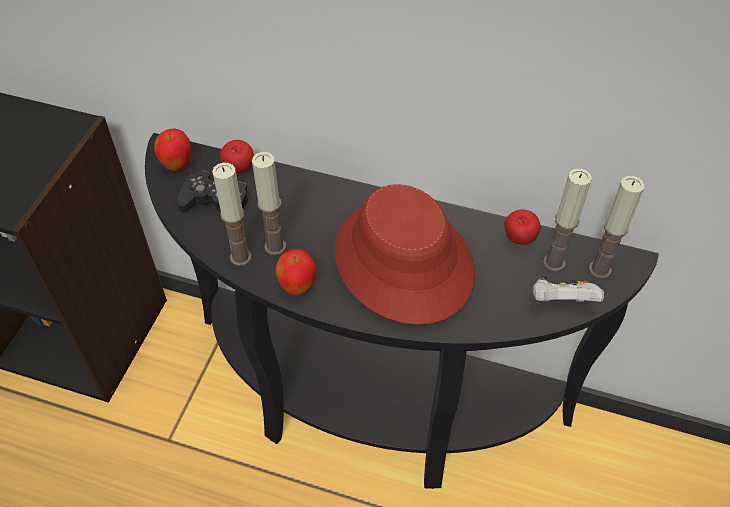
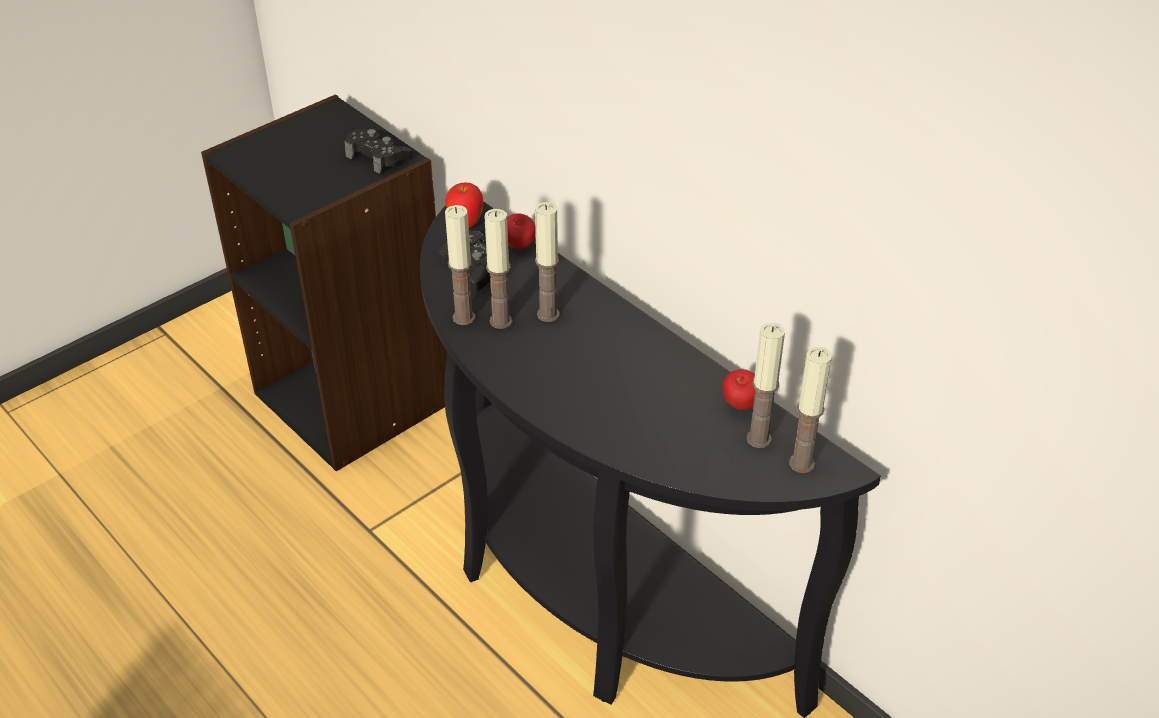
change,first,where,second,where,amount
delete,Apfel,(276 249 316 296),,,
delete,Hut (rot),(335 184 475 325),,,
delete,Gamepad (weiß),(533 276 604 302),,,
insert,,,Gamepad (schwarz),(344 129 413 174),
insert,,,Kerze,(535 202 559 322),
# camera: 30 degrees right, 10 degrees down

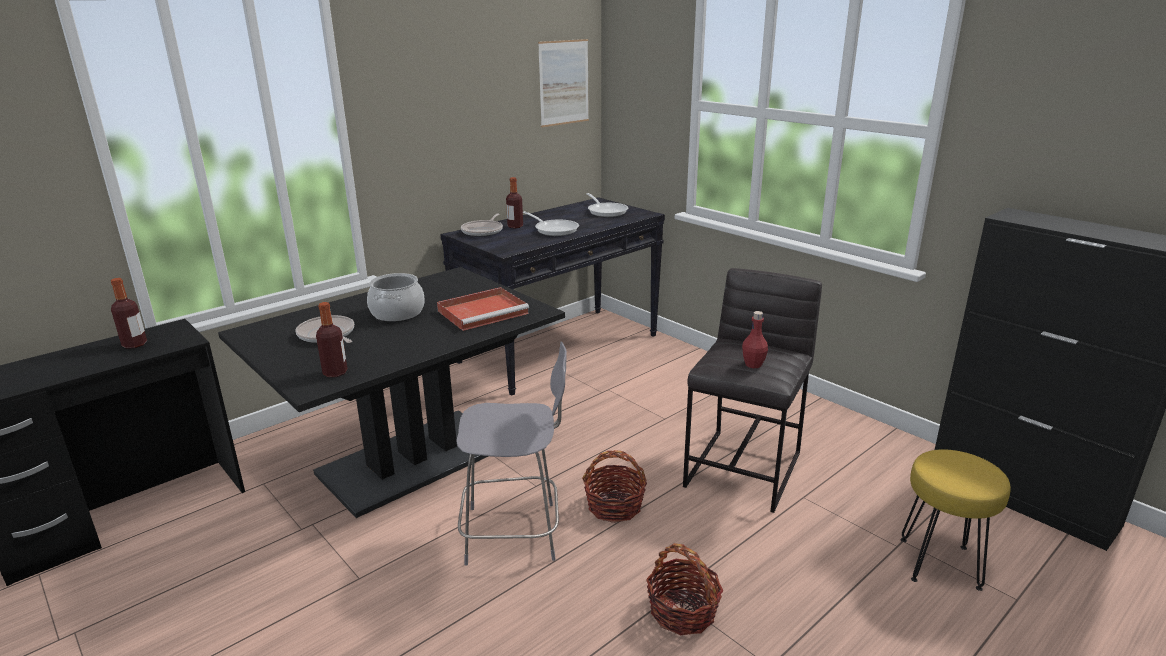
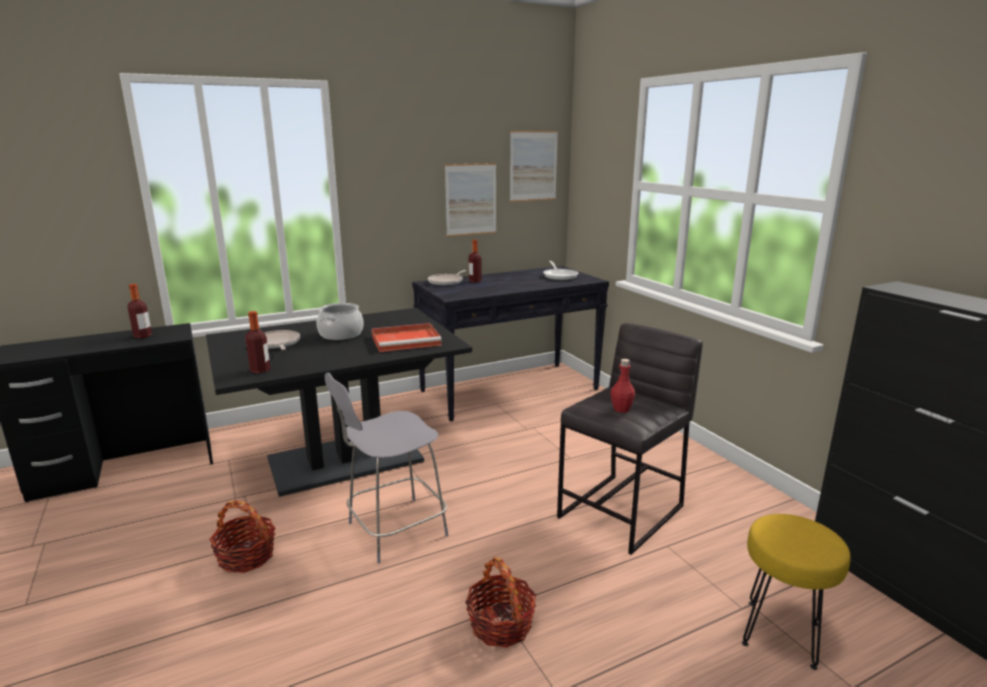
change,first,where,second,where,amount
delete,Pfanne,(523 211 579 236),,,
insert,,,Bild,(445 163 496 237),
move,Korb,(582 450 647 523),,(210 500 276 573),
rotate,Stuhl (grau),(456 341 567 566),,(325 372 448 563),135 degrees clockwise
# camera: 15 degrees right, 5 degrees down

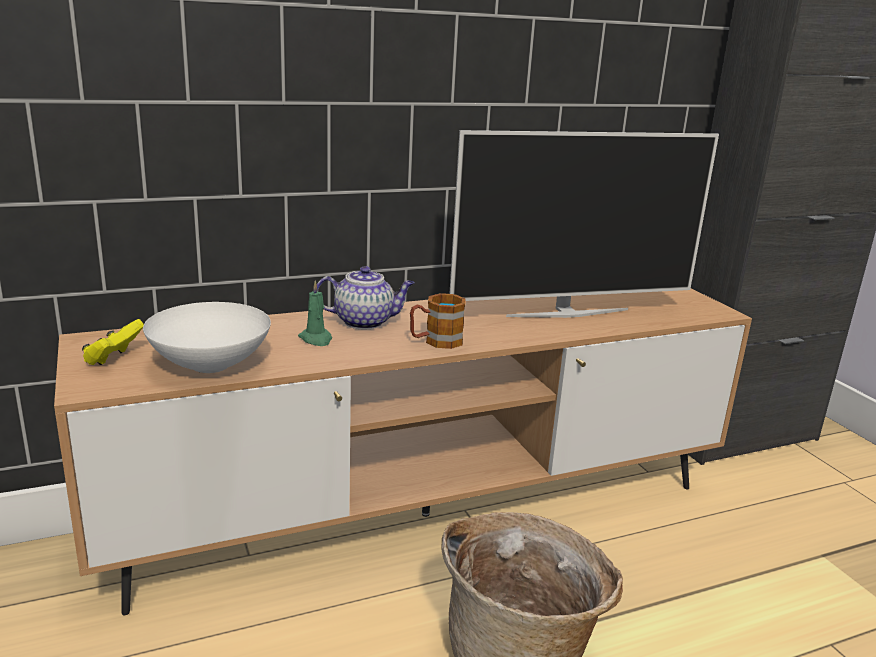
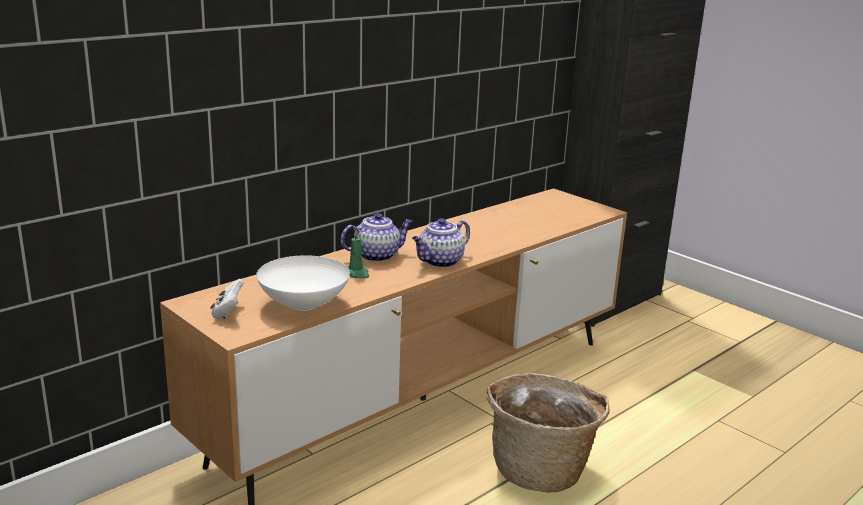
change,first,where,second,where,amount
delete,Fernseher,(449 130 719 318),,,
replace,Henkelbecher,(410 293 466 349),Teekanne,(412 218 470 268),
recolor,Gamepad (gelb),(82 319 144 365),Gamepad (weiß),(210 279 244 319),
# camera: 20 degrees left, 0 degrees up

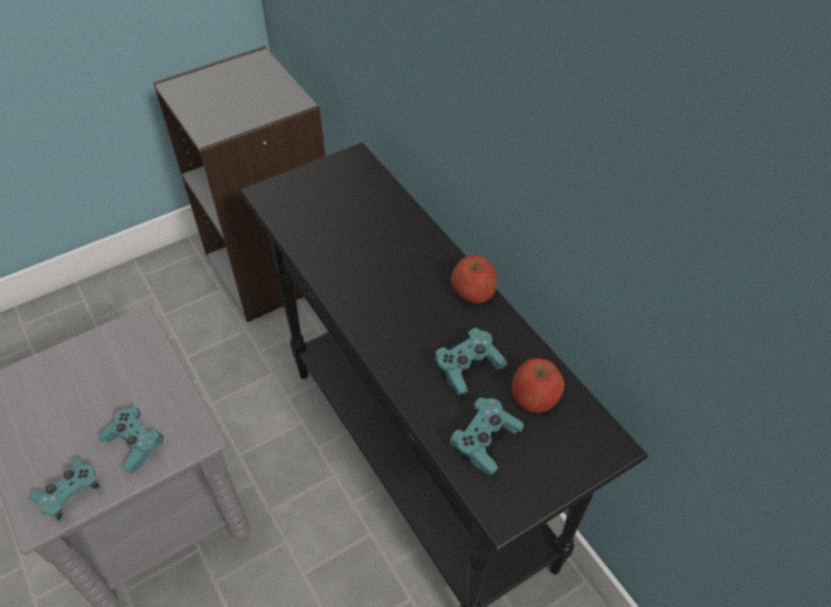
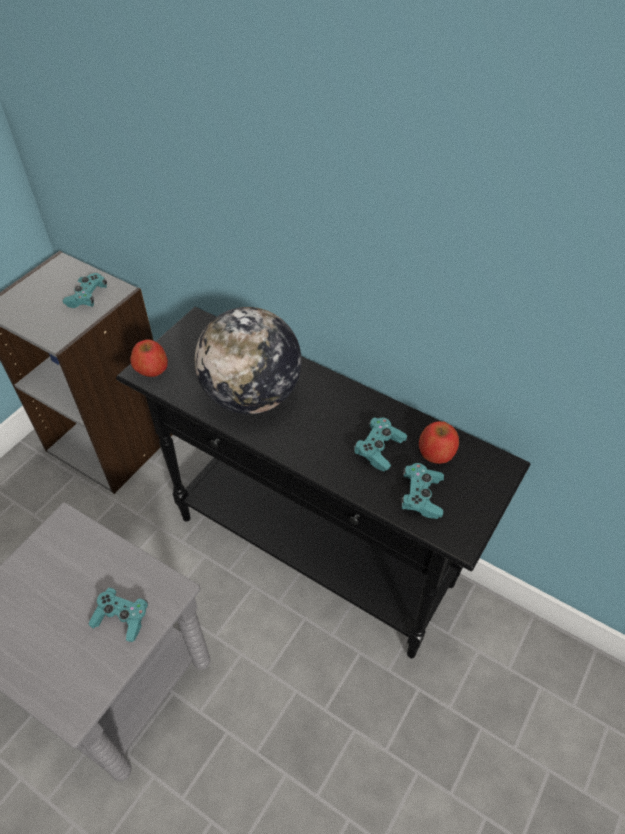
change,first,where,second,where,amount
insert,,,Globus,(195 307 302 414),
move,Gamepad (türkis),(29 457 100 522),,(63 273 107 308),
move,Apfel,(451 255 497 303),,(130 339 168 377),
# camera: 25 degrees left, 0 degrees up

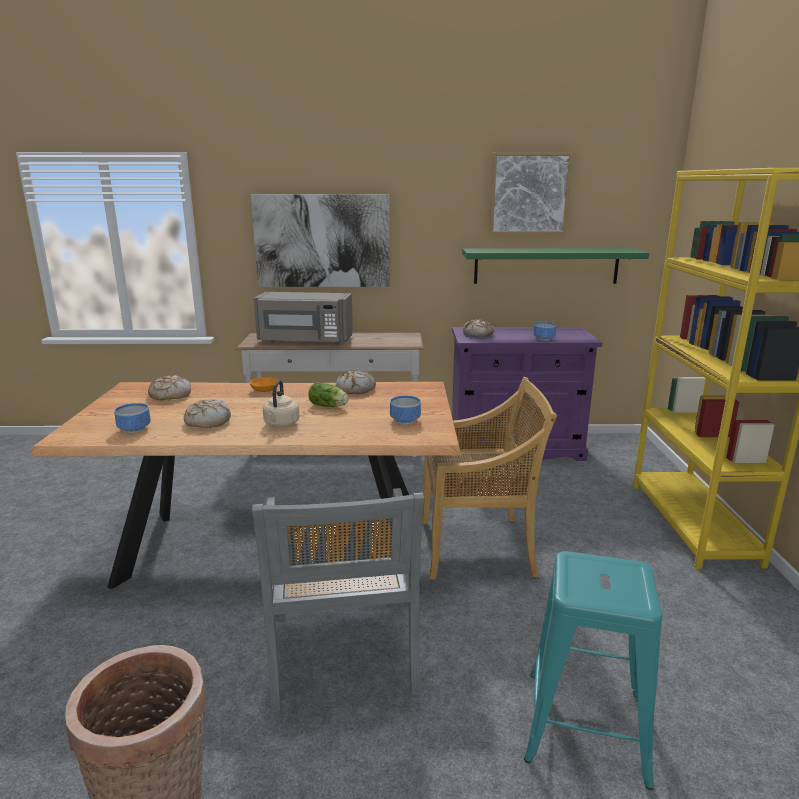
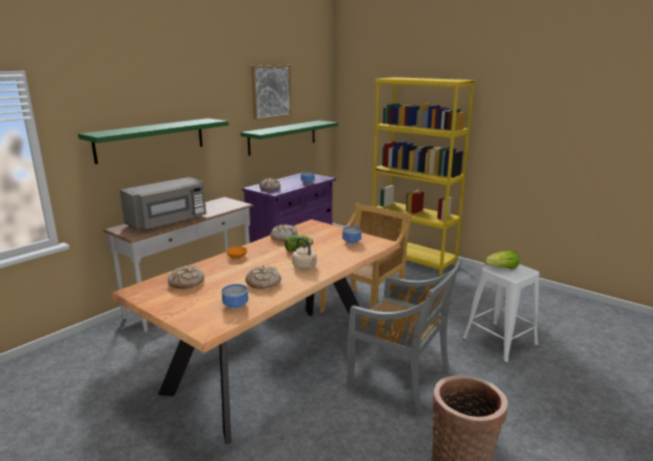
change,first,where,second,where,amount
insert,,,Salatkopf,(485 250 519 269),
replace,Bild,(251 194 390 287),Wandregal (grün),(78 118 229 164),
recolor,Hocker (türkis),(524 551 663 790),Hocker (weiß),(462 264 539 363),
# camera: 50 degrees left, 0 degrees up

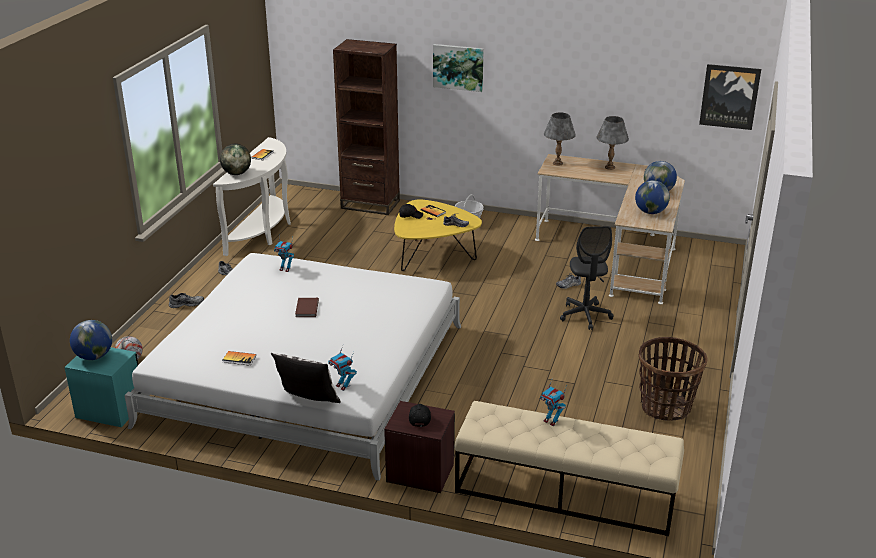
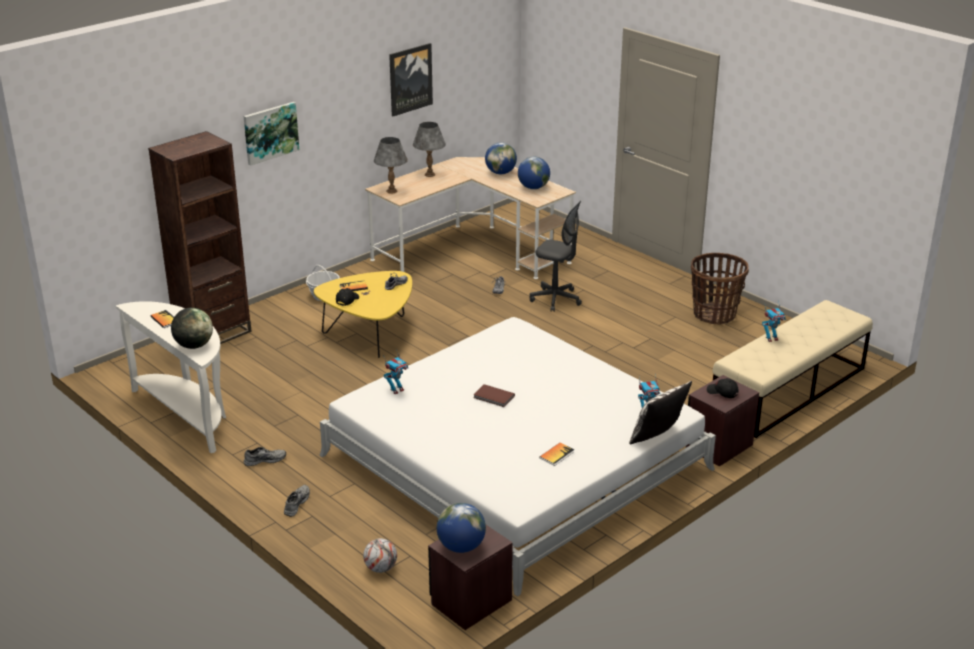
change,first,where,second,where,amount
move,Bild,(699 64 761 130),,(389 43 433 116),
recolor,Nachttisch (türkis),(64 347 138 427),Nachttisch (braun),(428 525 513 630),
# camera: 60 degrees left, 0 degrees up

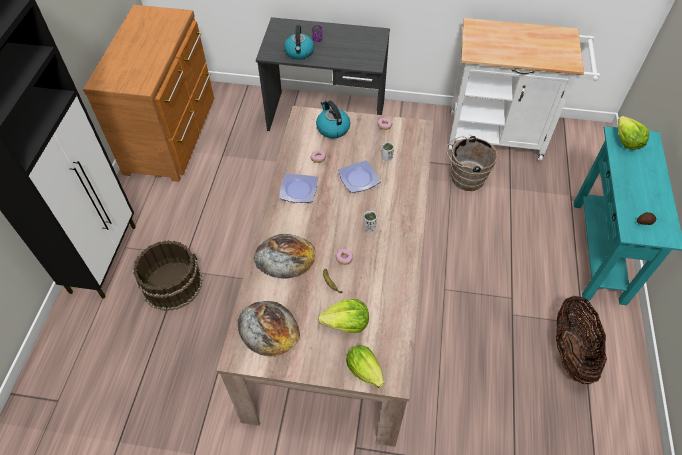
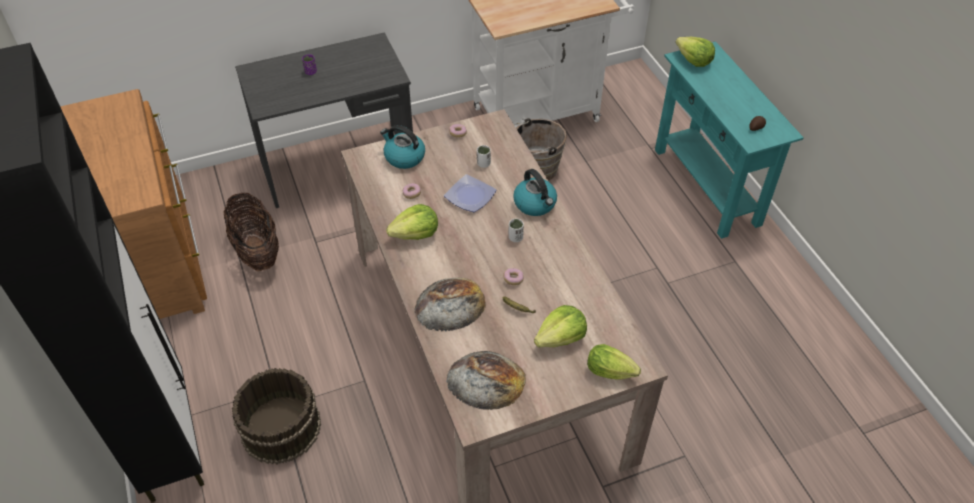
change,first,where,second,where,amount
move,Wasserkessel,(284 25 314 60),,(513 169 557 216),
move,Korb,(556 296 607 384),,(223 193 279 271),
replace,Teller,(279 173 317 203),Salatkopf,(386 204 438 240),
# camera: 30 degrees left, 5 degrees down

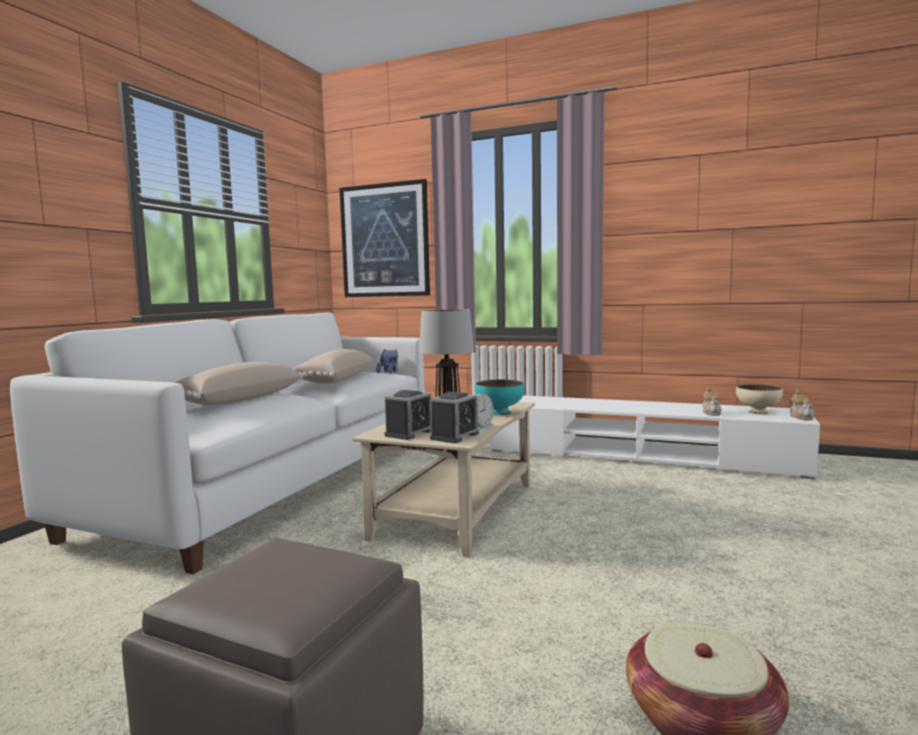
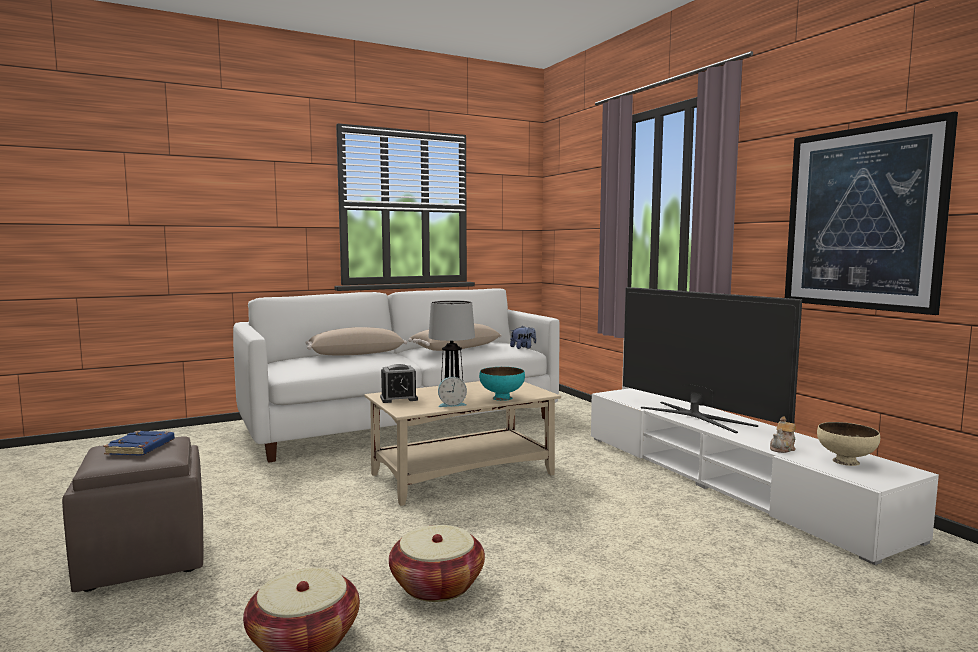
change,first,where,second,where,amount
delete,Wecker,(430 392 479 443),,,
delete,Teekanne,(790 390 814 420),,,
insert,,,Buch (blau),(103 431 175 456),
insert,,,Korb,(389 525 485 602),
insert,,,Fernseher,(623 287 802 433),
move,Bild,(339 179 430 297),,(785 111 958 315),
# camera: 40 degrees right, 0 degrees up

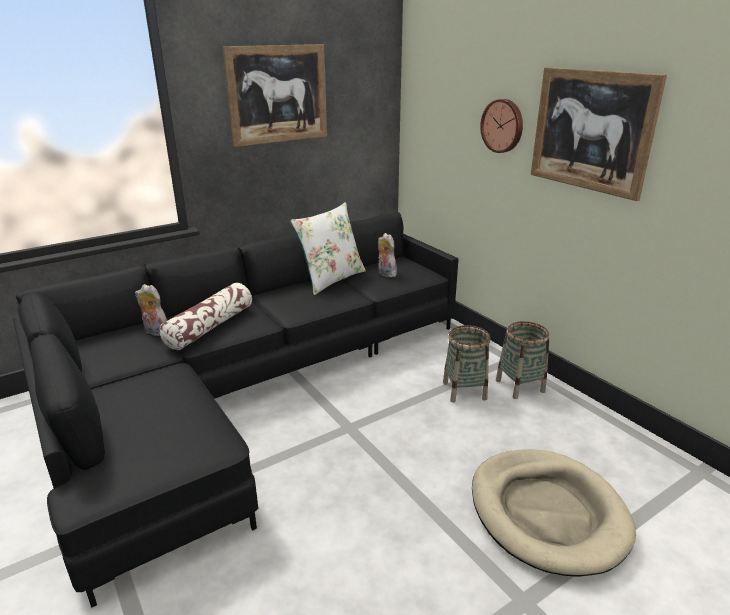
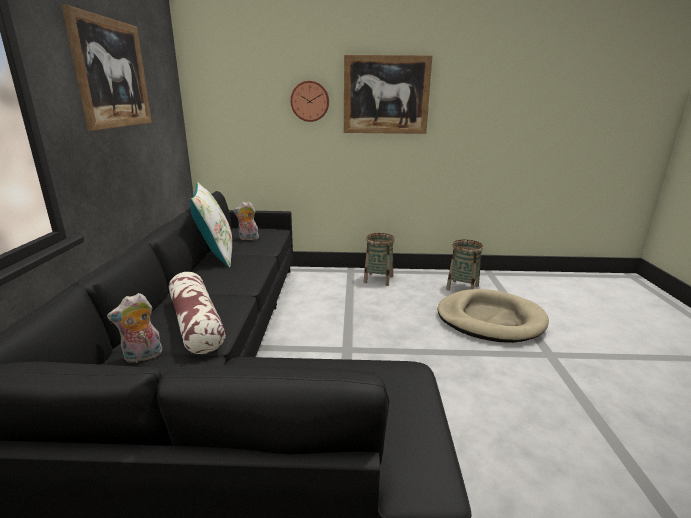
change,first,where,second,where,amount
move,Korb,(443 325 491 403),,(446 239 483 290),
# camera: 55 degrees left, 5 degrees down

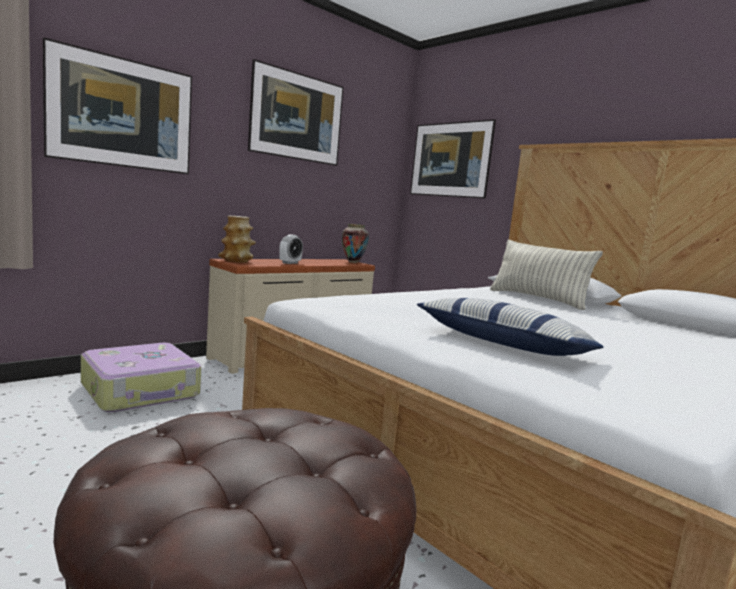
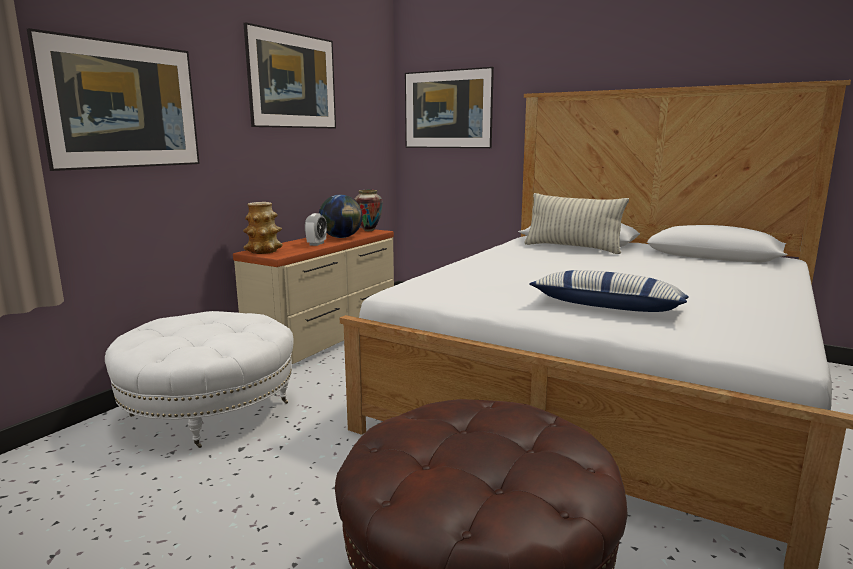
change,first,where,second,where,amount
insert,,,Globus,(319 195 362 238),
replace,Koffer,(81 343 201 412),Polsterhocker (weiß),(105 311 294 448),
# camera: 15 degrees left, 5 degrees up

